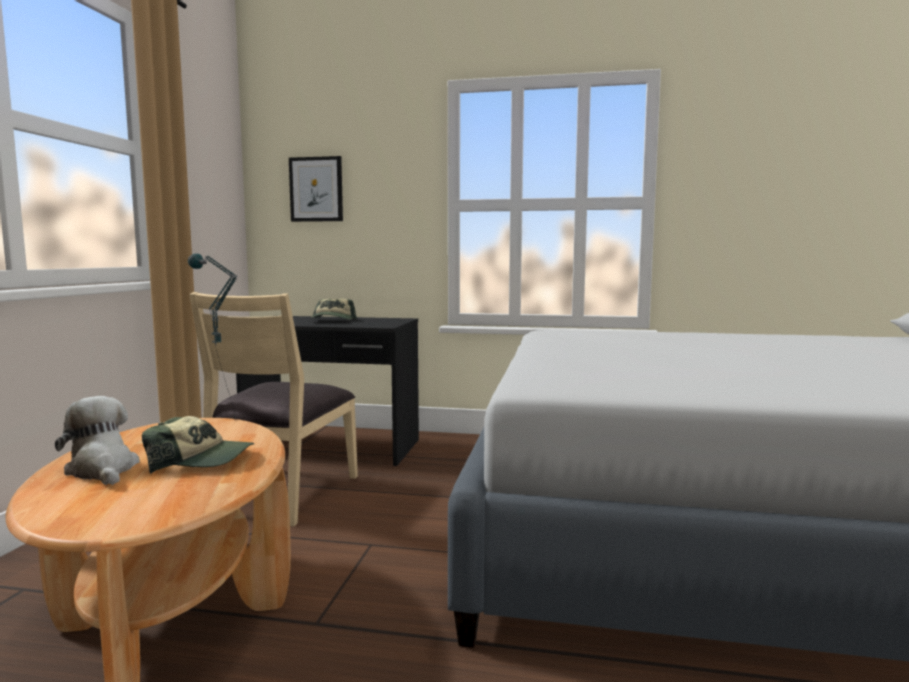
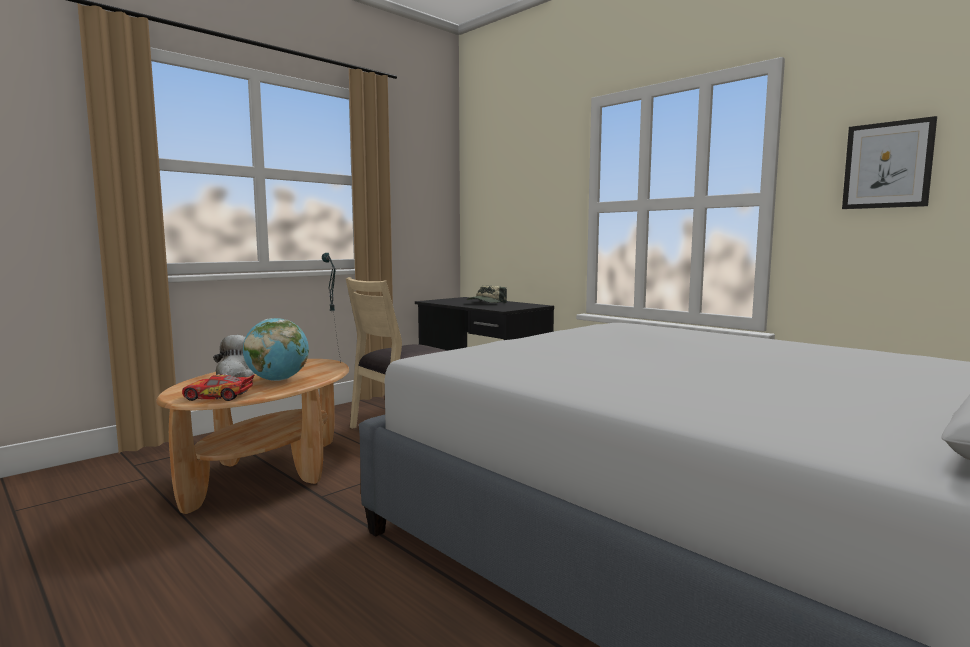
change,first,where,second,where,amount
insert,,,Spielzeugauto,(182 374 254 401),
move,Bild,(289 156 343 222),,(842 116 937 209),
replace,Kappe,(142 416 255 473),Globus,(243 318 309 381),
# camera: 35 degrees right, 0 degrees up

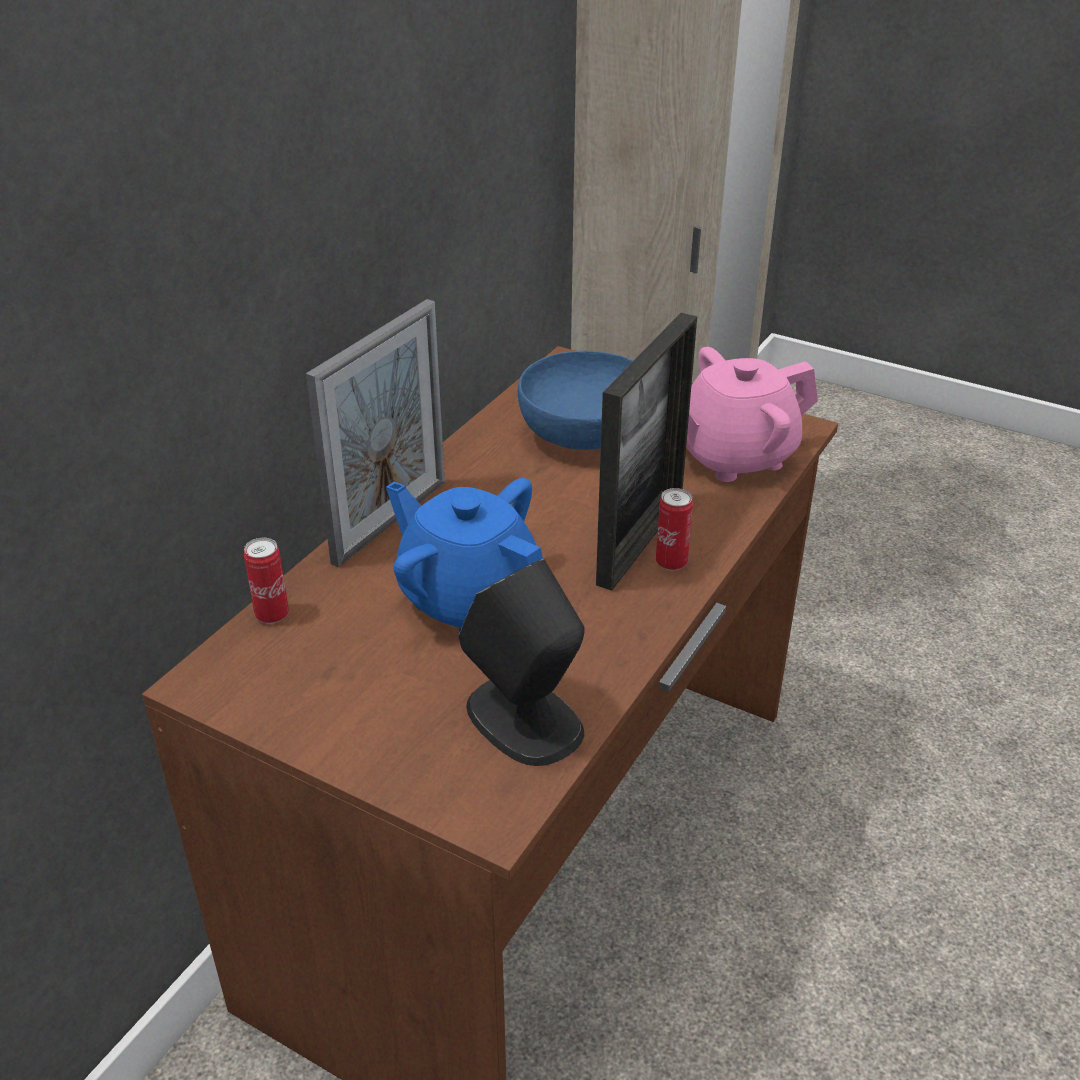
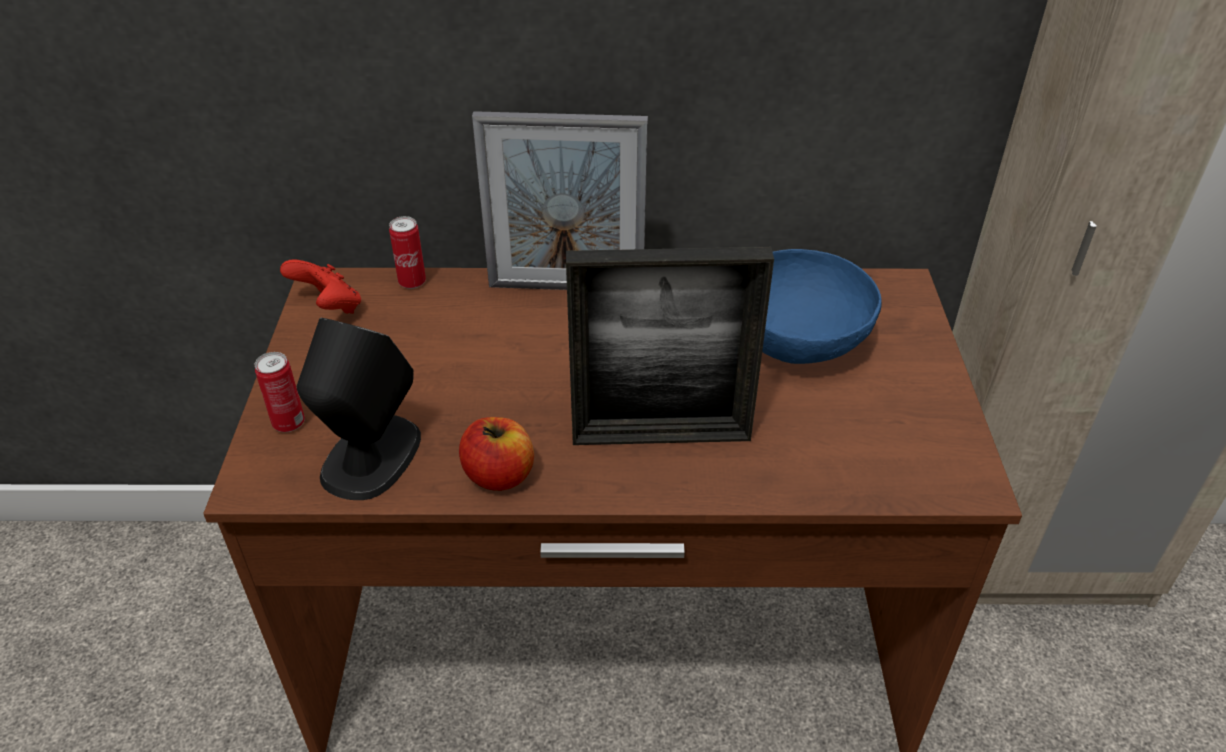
change,first,where,second,where,amount
delete,Teekanne (blau),(386 478 543 632),,,
delete,Teekanne (rosa),(686 347 818 482),,,
insert,,,Gamepad (rot),(280 259 361 314),
insert,,,Apfel,(459 417 534 491),
move,Dose,(656 488 693 570),,(255 352 305 432),
# camera: 60 degrees right, 5 degrees up

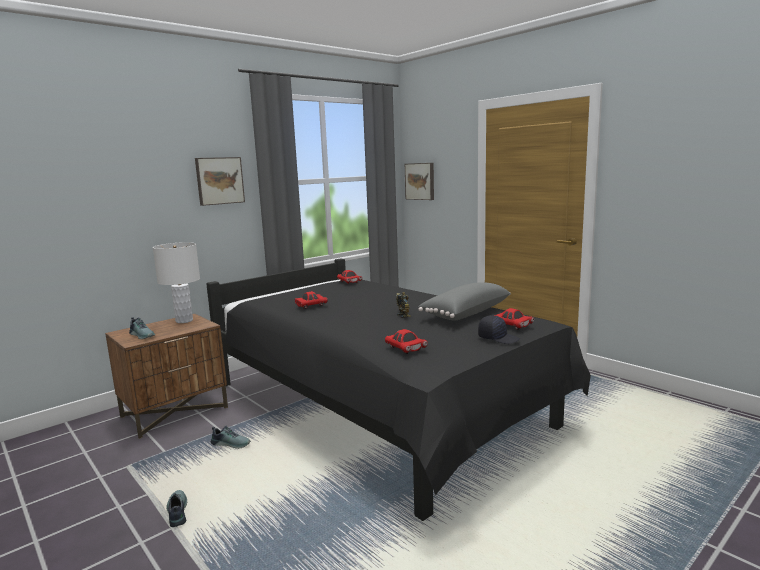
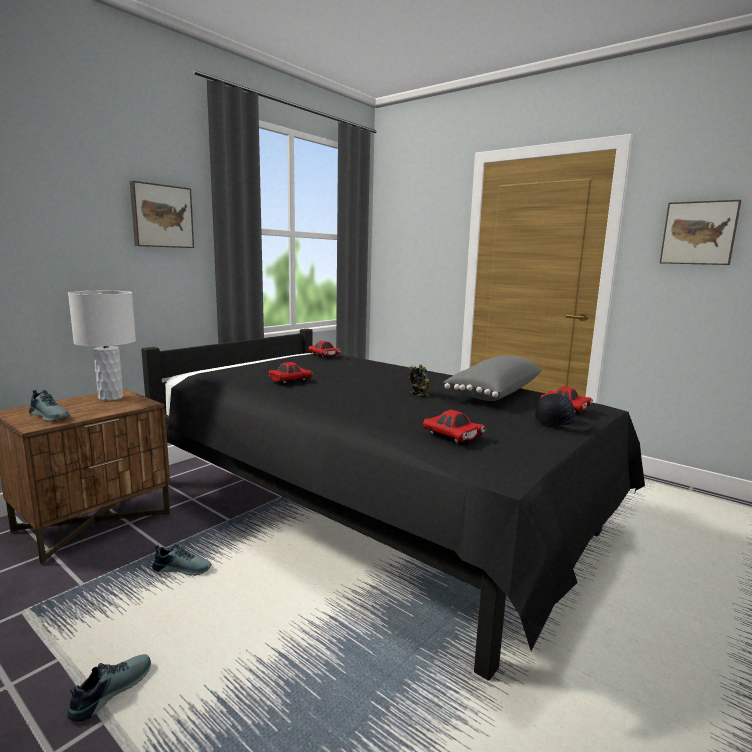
change,first,where,second,where,amount
move,Bild,(405 163 434 200),,(660 200 741 265),
rotate,Schuh,(166 490 187 527),,(67 654 151 722),60 degrees clockwise
# camera: 10 degrees left, 0 degrees up

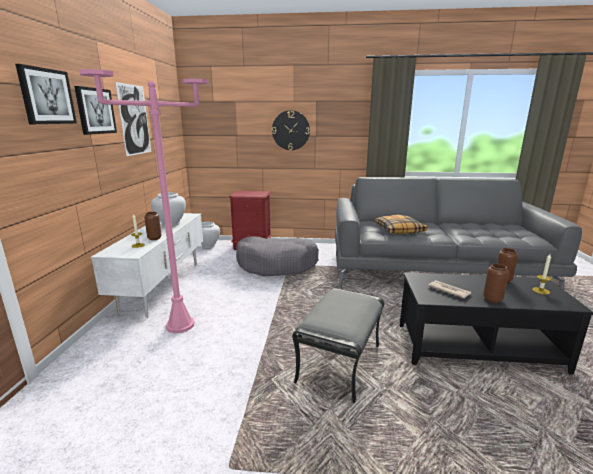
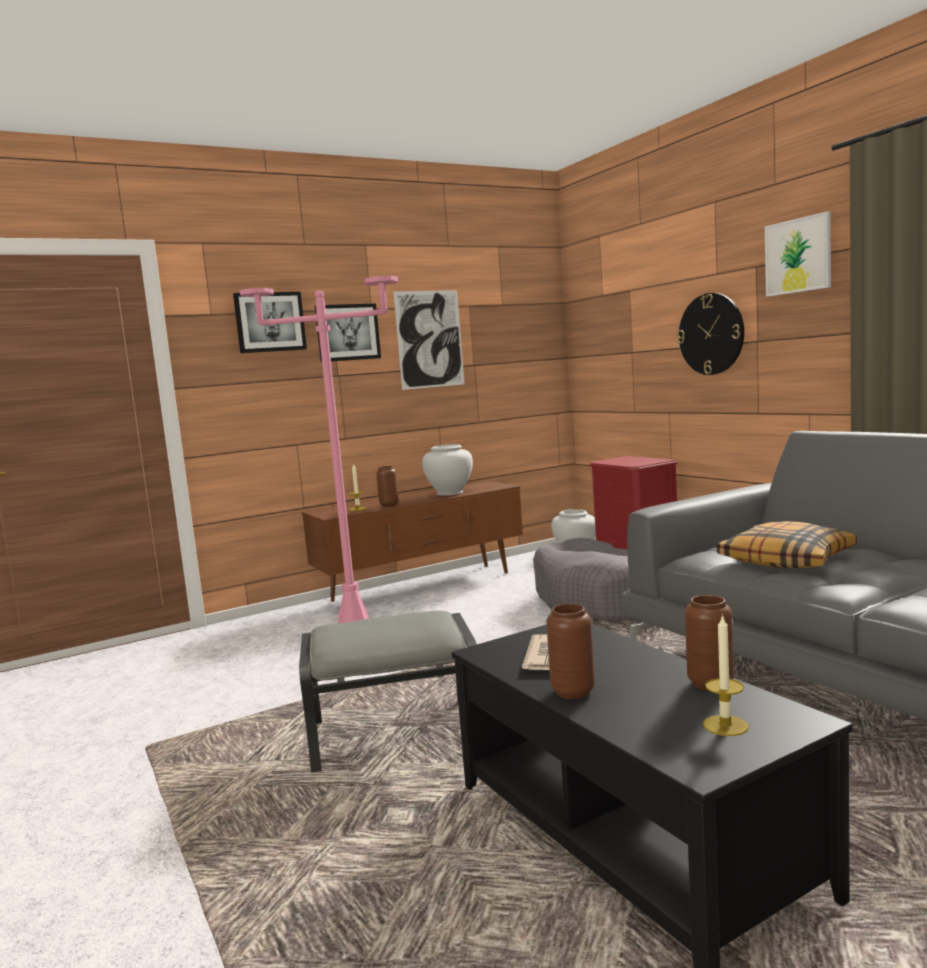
change,first,where,second,where,amount
insert,,,Bild,(765 211 831 297),
recolor,Fernsehschrank (weiß),(90 213 203 318),Fernsehschrank (braun),(302 481 523 602),
# camera: 55 degrees right, 10 degrees down

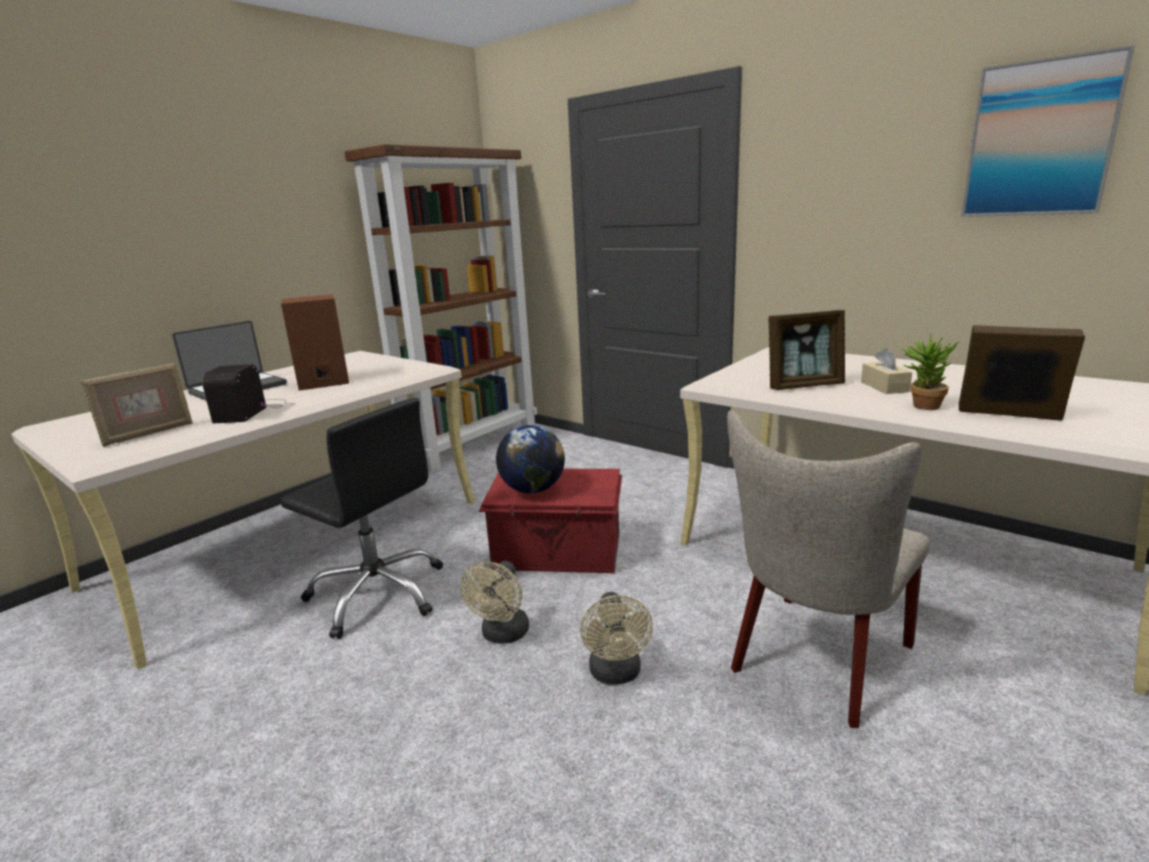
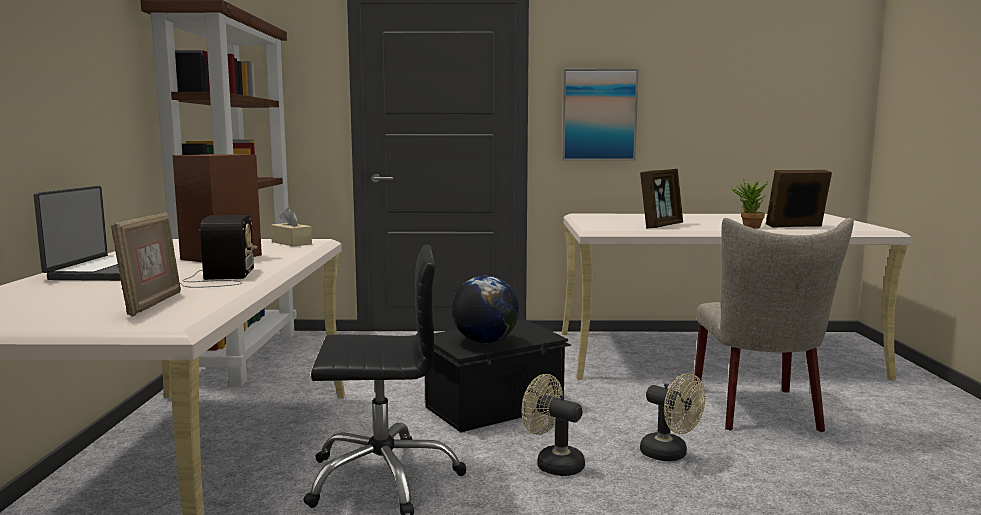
change,first,where,second,where,amount
move,Taschentuchbox (beige),(861 348 912 394),,(271 208 312 246),
move,Bild,(961 45 1134 217),,(562 69 638 161),
recolor,Aufbewahrungsbox (rot),(478 469 622 573),Aufbewahrungsbox (schwarz),(425 319 572 432),
rotate,Radio,(202 364 290 423),,(180 215 257 288),150 degrees counterclockwise
rotate,Ventilator (beige),(460 561 529 644),,(521 374 585 476),150 degrees clockwise
# camera: 40 degrees left, 10 degrees down

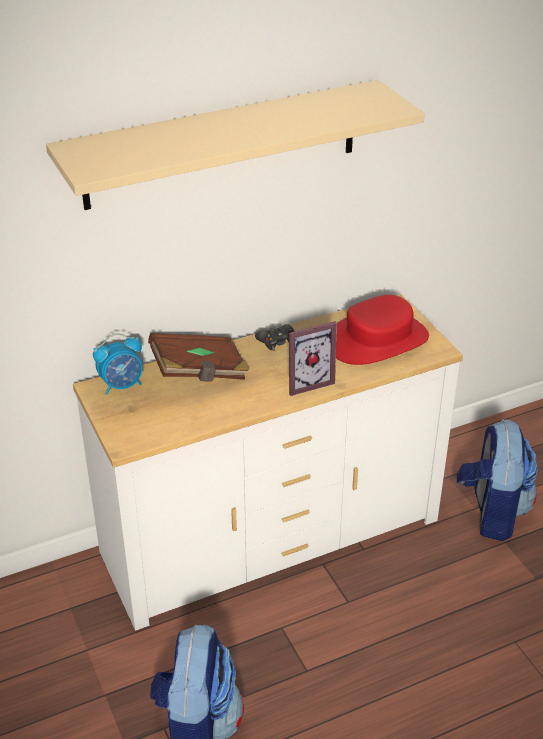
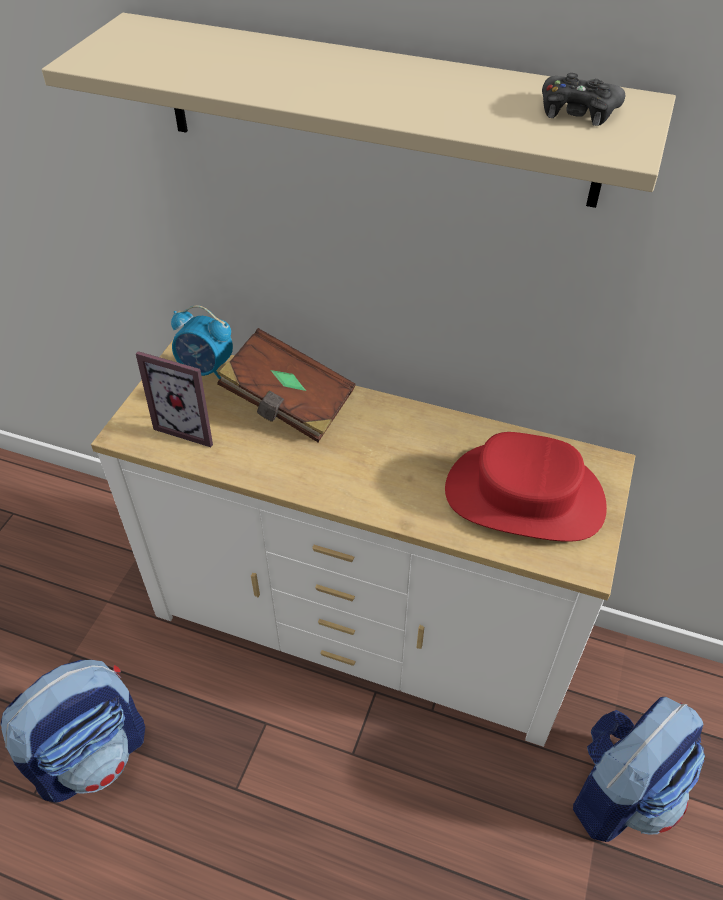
change,first,where,second,where,amount
move,Gamepad (schwarz),(255 324 295 351),,(542 73 625 126),
move,Bilderrahmen,(289 321 337 396),,(136 351 213 447),
# camera: 45 degrees right, 10 degrees up

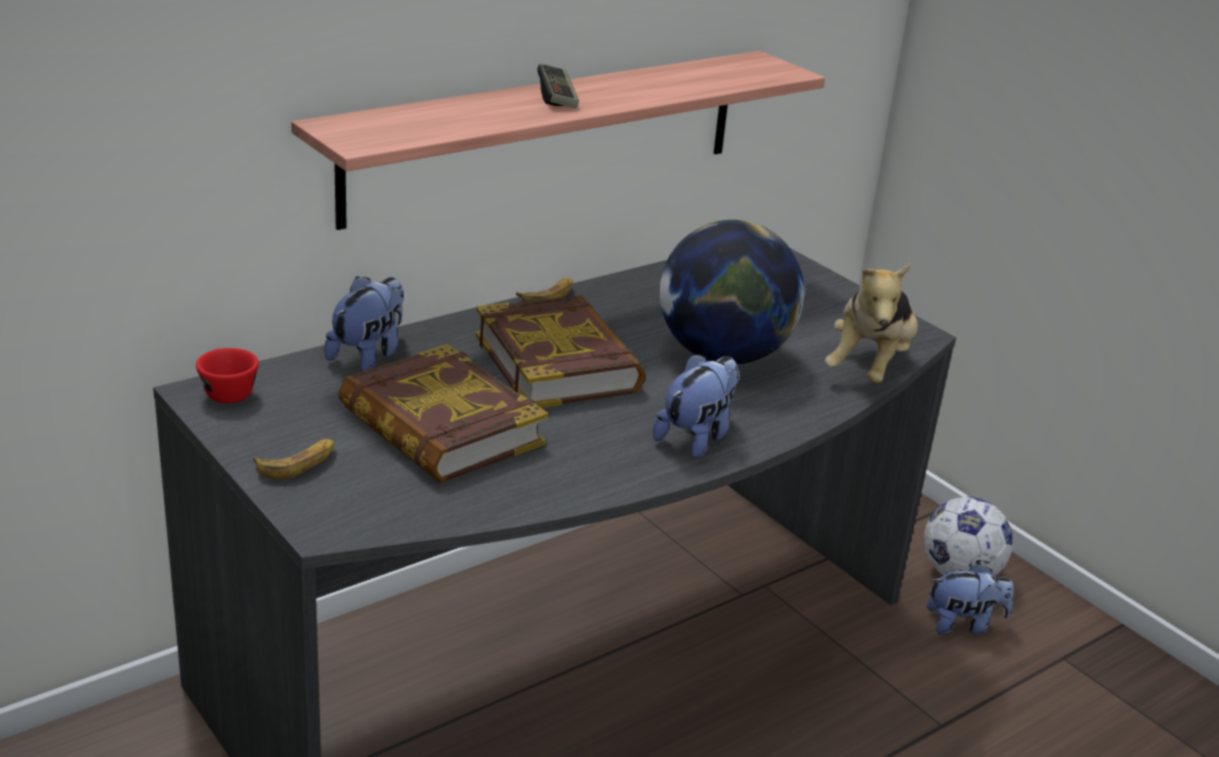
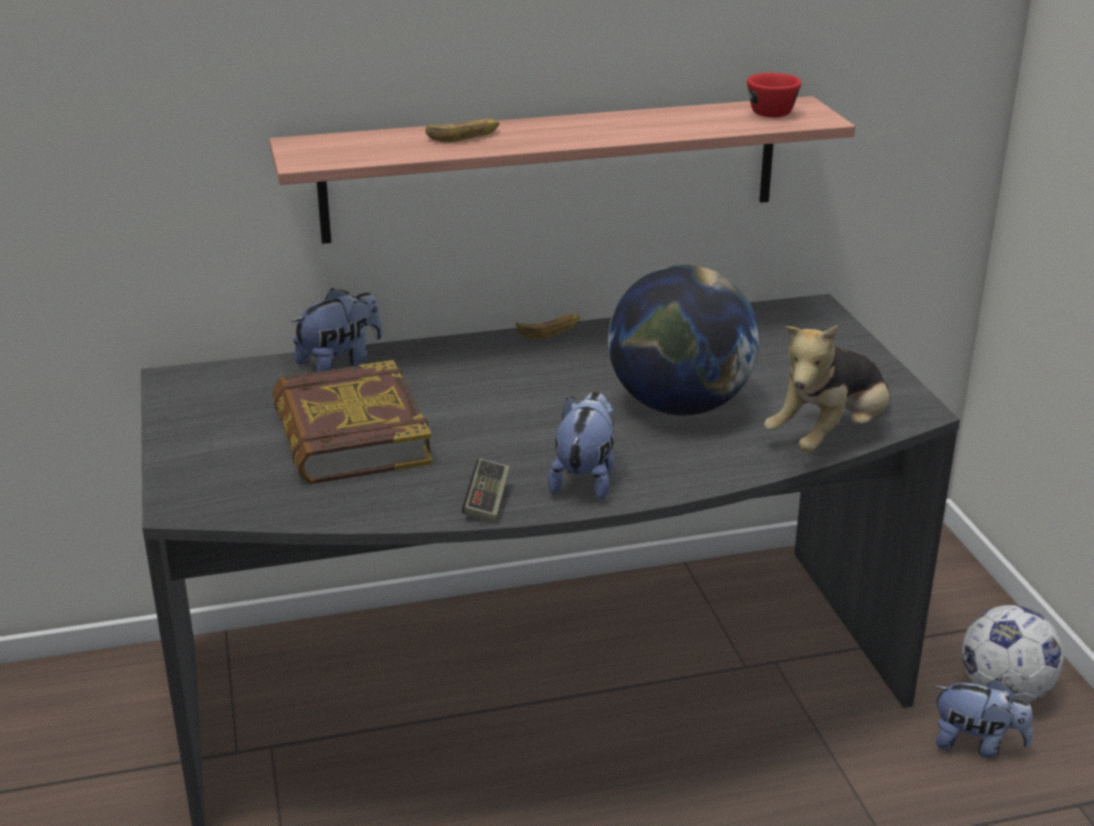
change,first,where,second,where,amount
delete,Buch,(476 295 646 408),,,
move,Tasse (rot),(196 348 259 403),,(747 73 801 117),
move,Banane,(253 439 335 479),,(425 119 500 142),
move,Gamepad,(537 64 579 108),,(462 458 510 522),
rotate,Plüschtier,(653 354 739 458),,(548 391 615 500),45 degrees counterclockwise
# camera: 25 degrees right, 0 degrees up

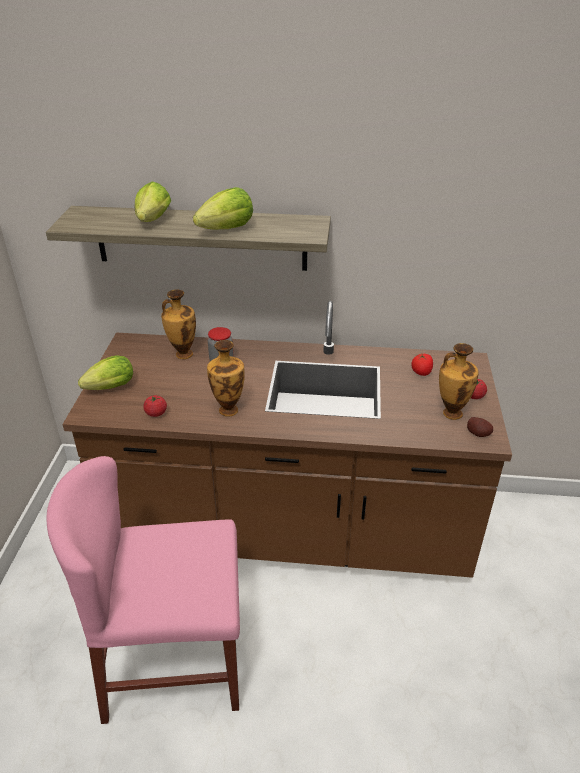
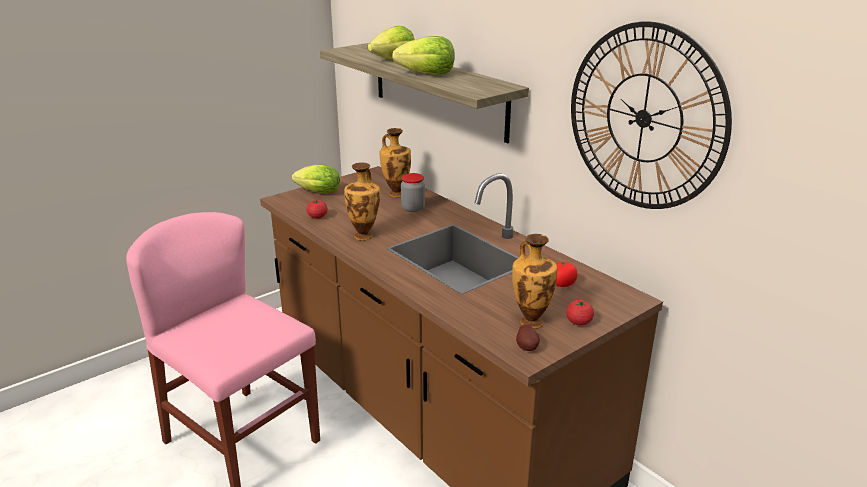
change,first,where,second,where,amount
insert,,,Wanduhr,(571 21 732 209),
# camera: 45 degrees right, 10 degrees down

